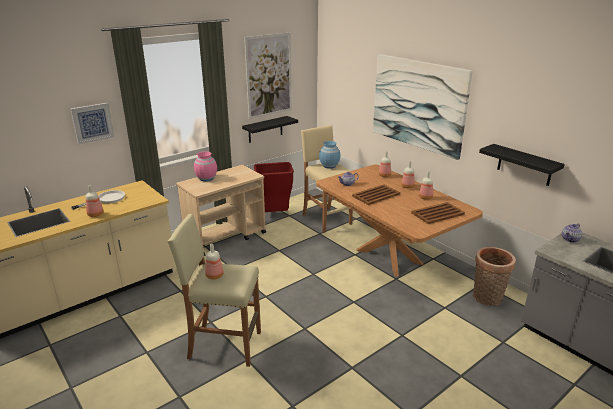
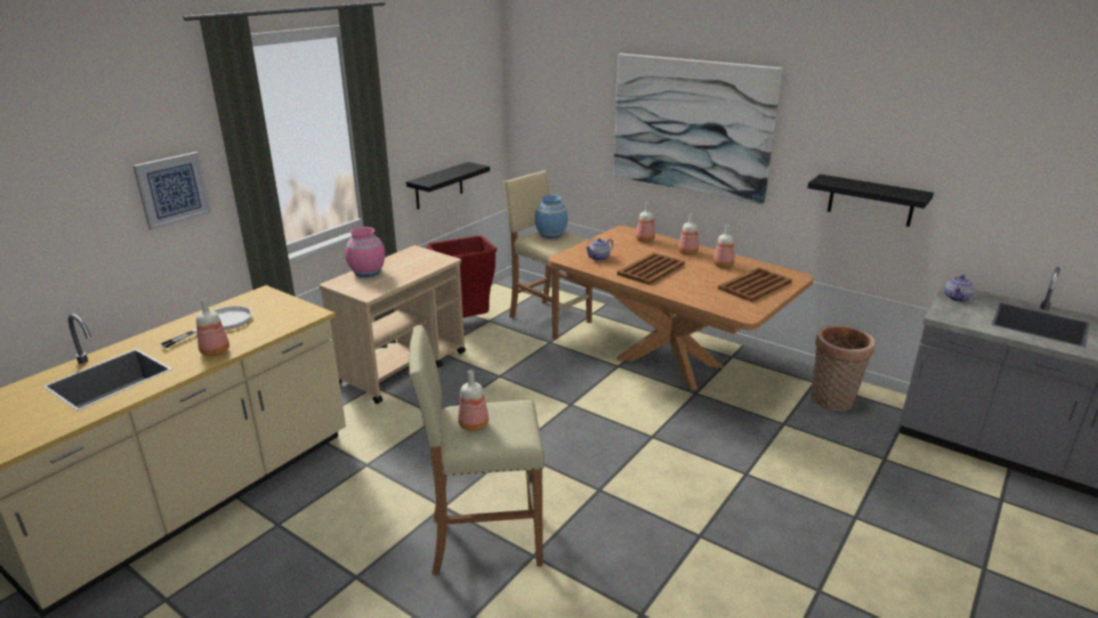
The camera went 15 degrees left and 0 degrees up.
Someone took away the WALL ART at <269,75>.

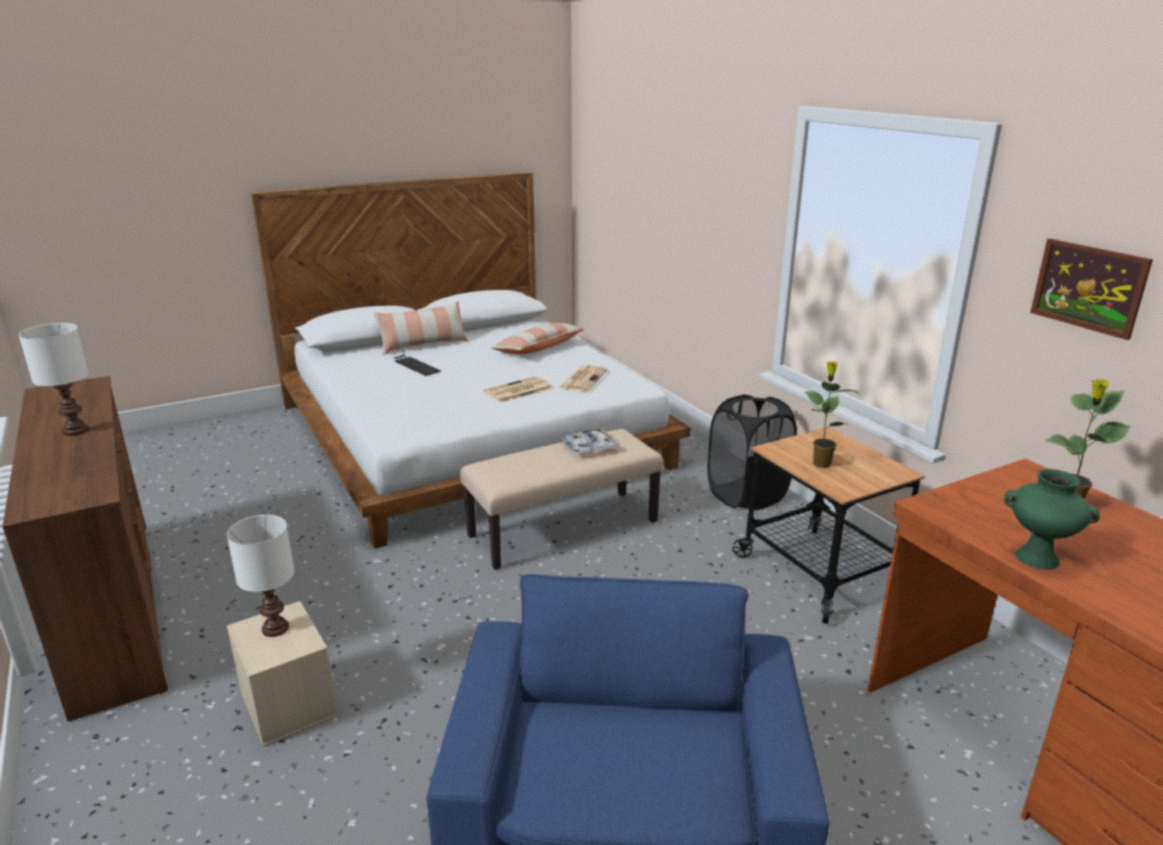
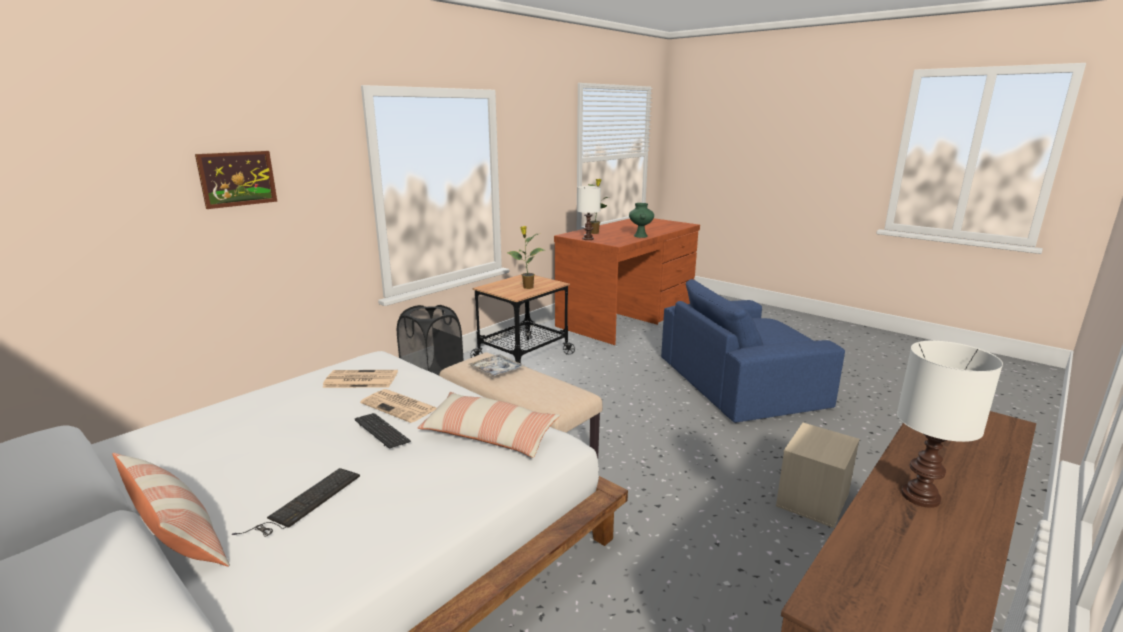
The camera went 110 degrees left and 5 degrees down.
Someone carried the WALL ART from <1088,287> to <237,179>.
Someone put down the PC KEYBOARD at <382,432>.
Someone carried the CUSHION from <538,348> to <489,435>.
Someone carried the WHITE LAMP FOR A TABLE from <274,628> to <588,239>.

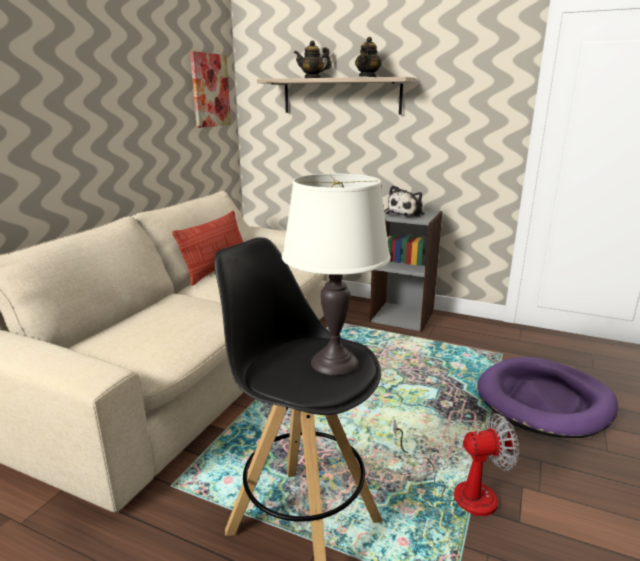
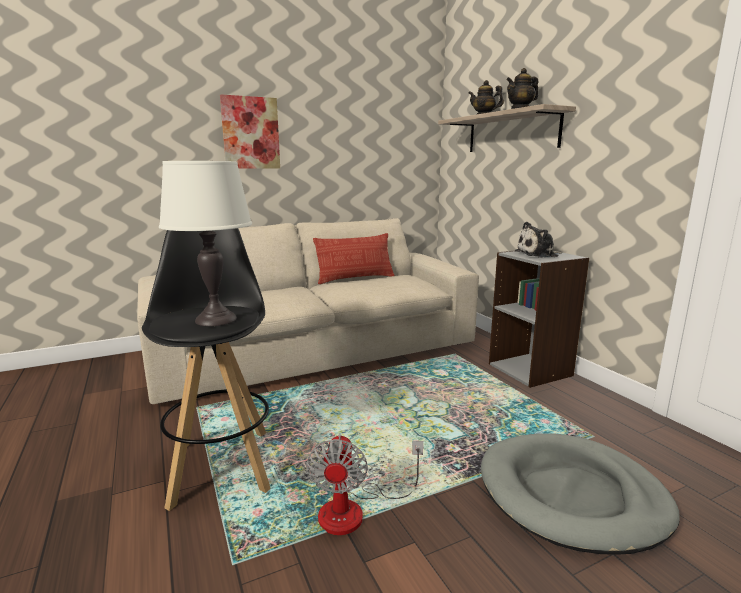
The camera went 40 degrees right and 5 degrees down.
Someone carried the WALL ART from <210,90> to <250,133>.
Someone rotated the FAN at <460,490> by 60 degrees clockwise.
Someone repainted the PURPLE DOG CUSHION at <544,401>, which became the GREYISH DOG CUSHION at <571,495>.

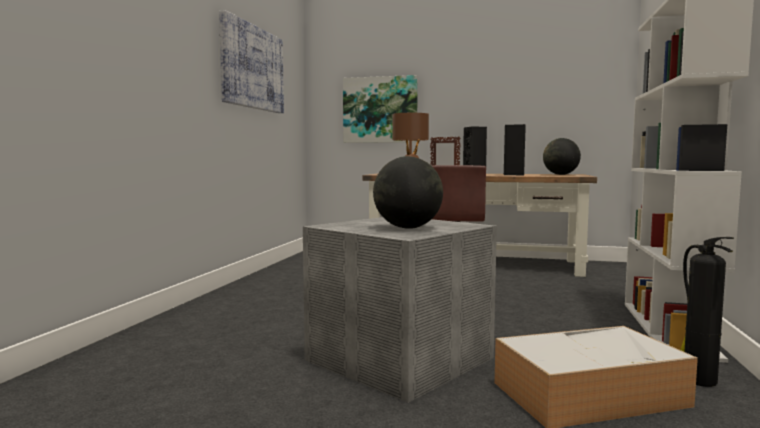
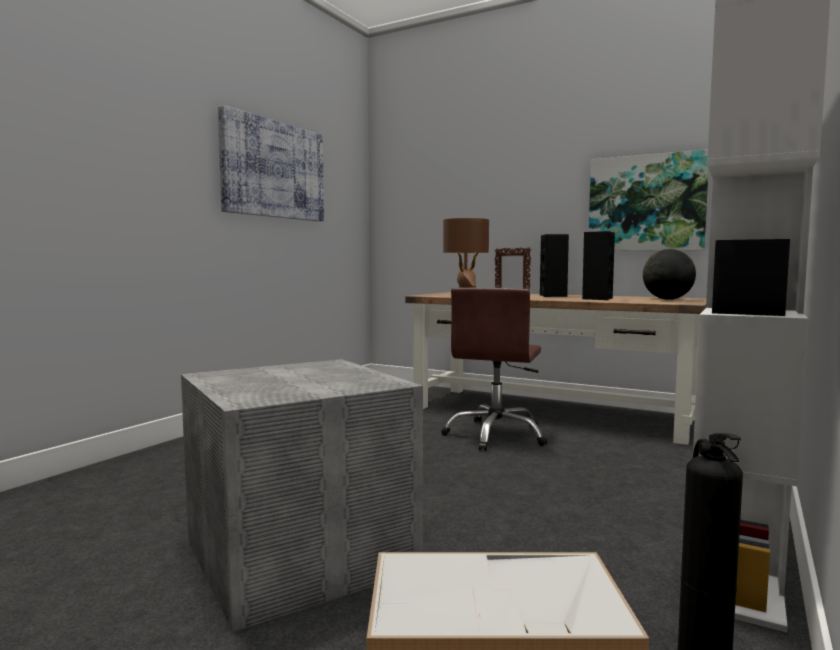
The camera went 15 degrees right and 0 degrees up.
Someone carried the WALL ART from <380,110> to <646,203>.
Someone took away the WORLD GLOBE at <408,228>.

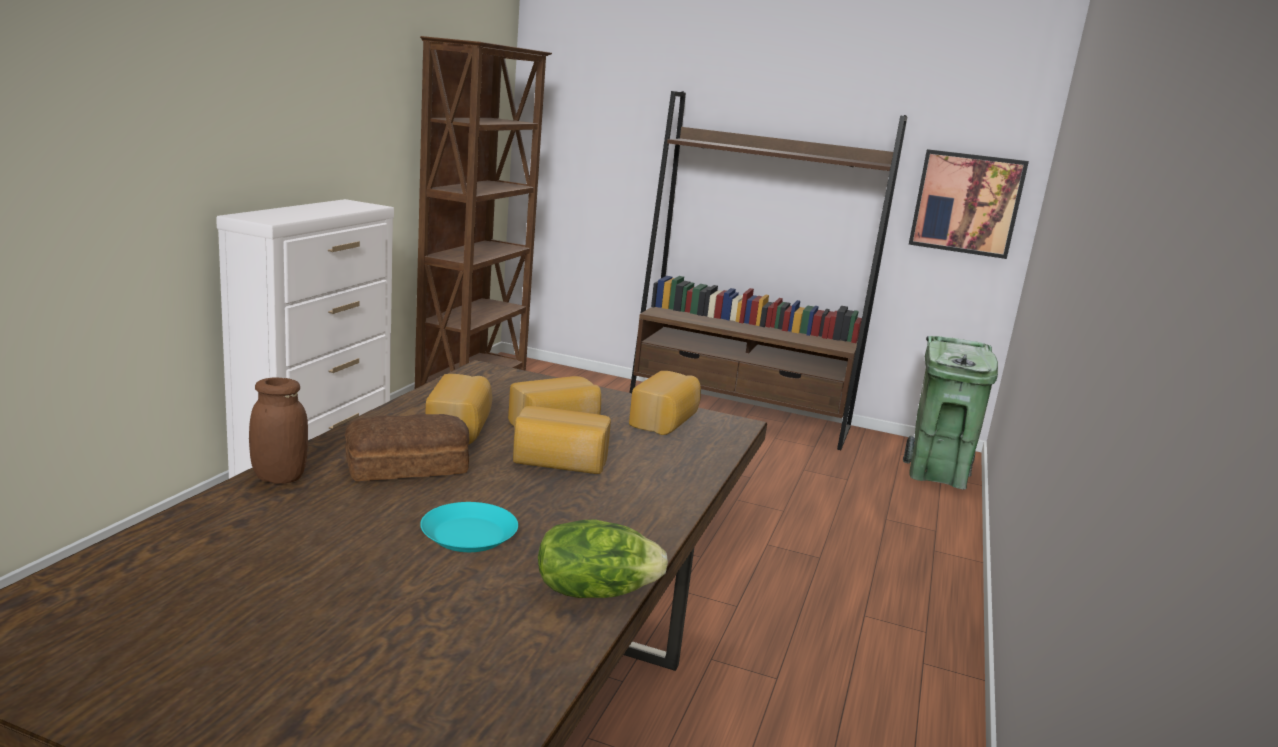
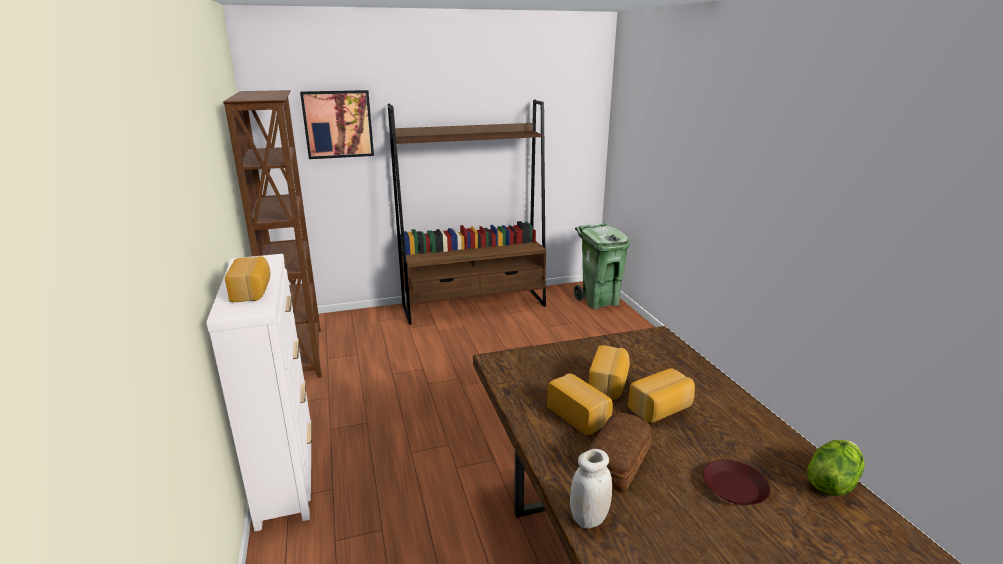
The camera went 35 degrees left and 5 degrees up.
Someone carried the BAKED BREAD from <665,421> to <252,291>.
Someone carried the WALL ART from <966,203> to <338,124>.
Someone repainted the BROWN-COLOURED PRESERVE JAR at <279,477>, which became the WHITE PRESERVE JAR at <589,518>.
Someone repainted the BLUE-GREEN FLAT DISH at <468,535>, which became the BROWN-COLOURED FLAT DISH at <735,488>.

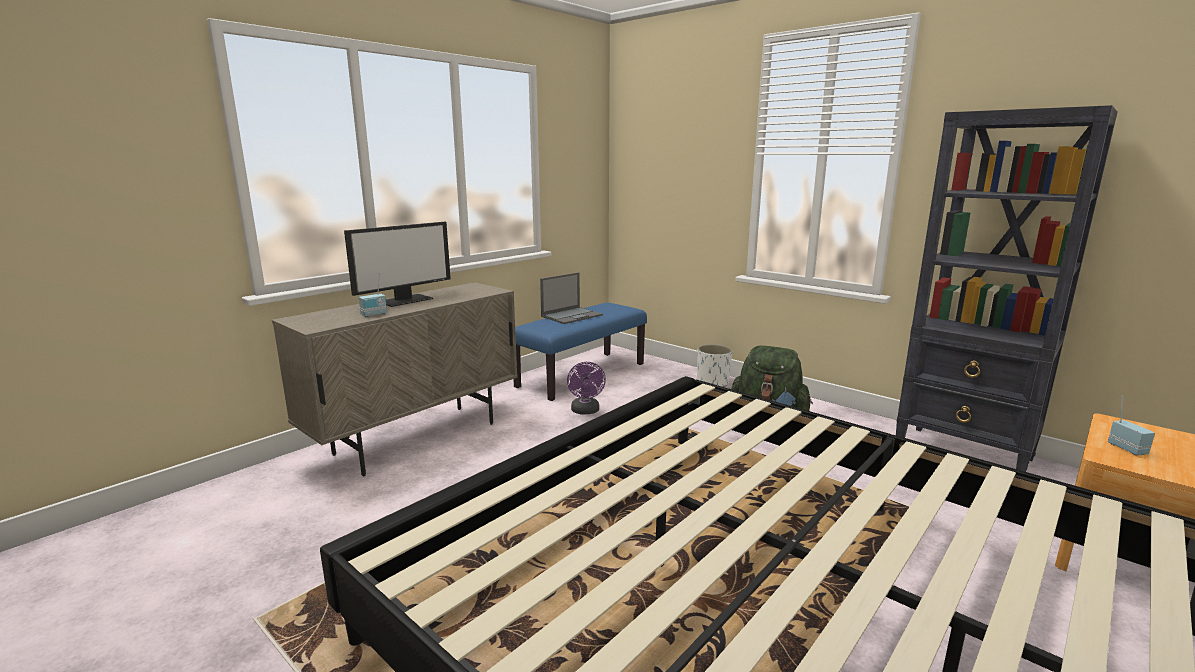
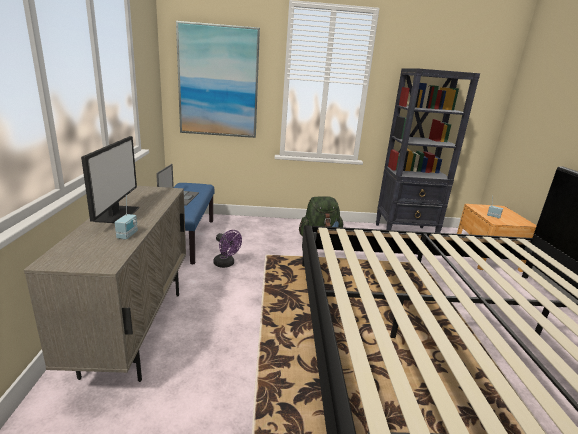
The camera went 45 degrees left and 5 degrees up.
Someone put up the WALL ART at <218,82>.
Someone took away the WHITE PLANTER at <713,382>.

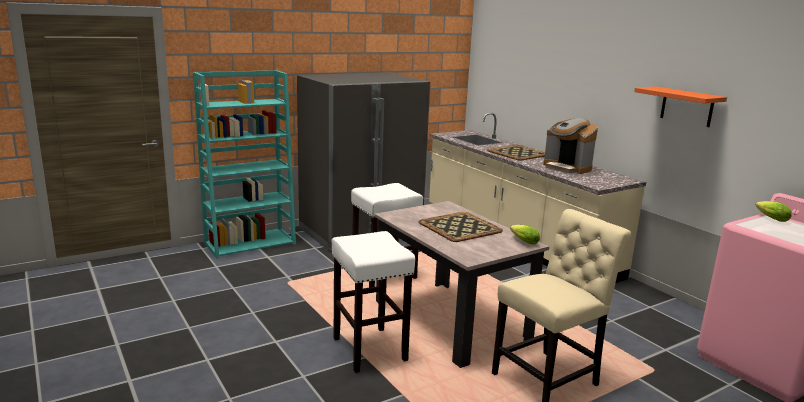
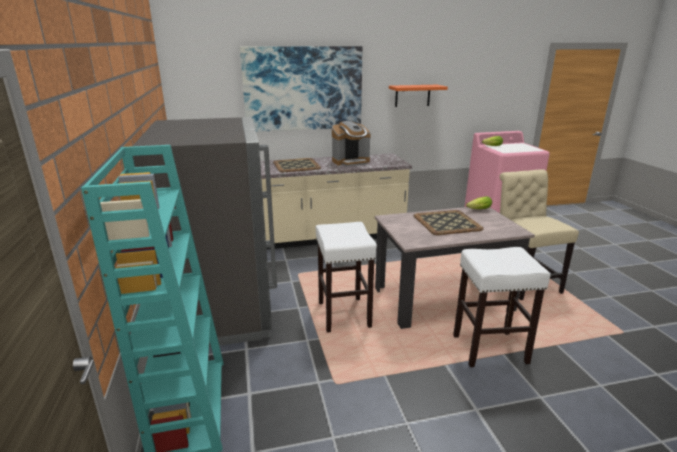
The camera went 70 degrees left and 5 degrees up.
Someone put up the WALL ART at <303,89>.

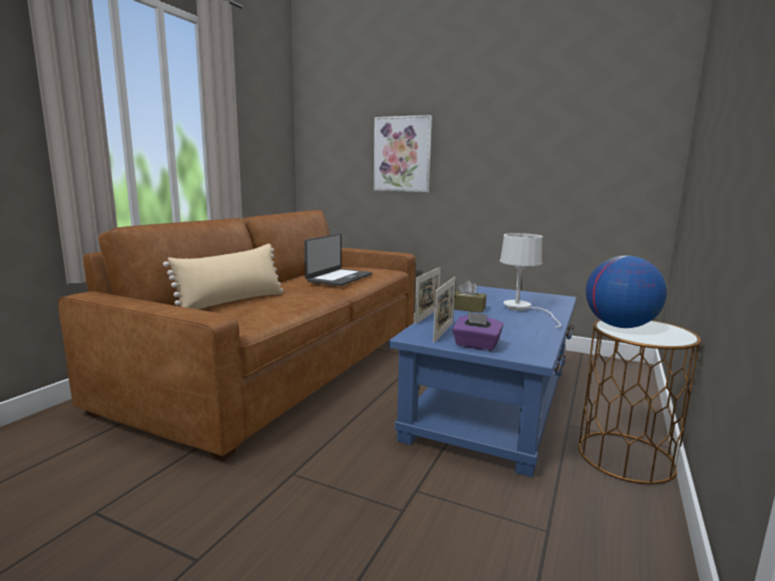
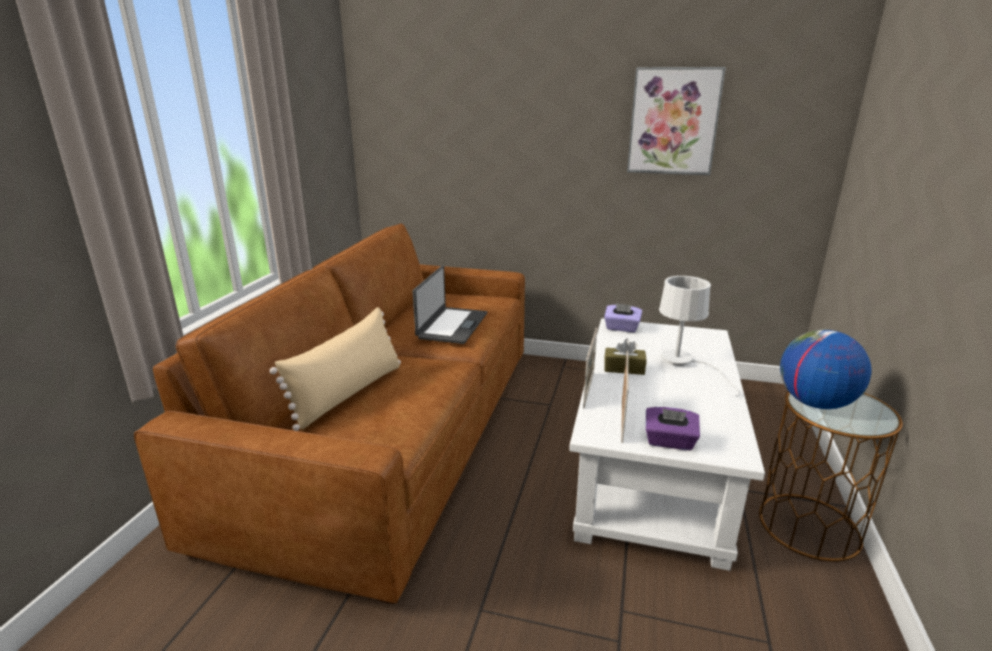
The camera went 10 degrees left and 10 degrees up.
Someone repainted the BLUISH COFFEE TABLE at <492,401>, which became the WHITE COFFEE TABLE at <652,464>.
Someone put down the PURPLE BOX OF TISSUES at <621,328>.
Someone carried the WALL ART from <402,154> to <673,121>.

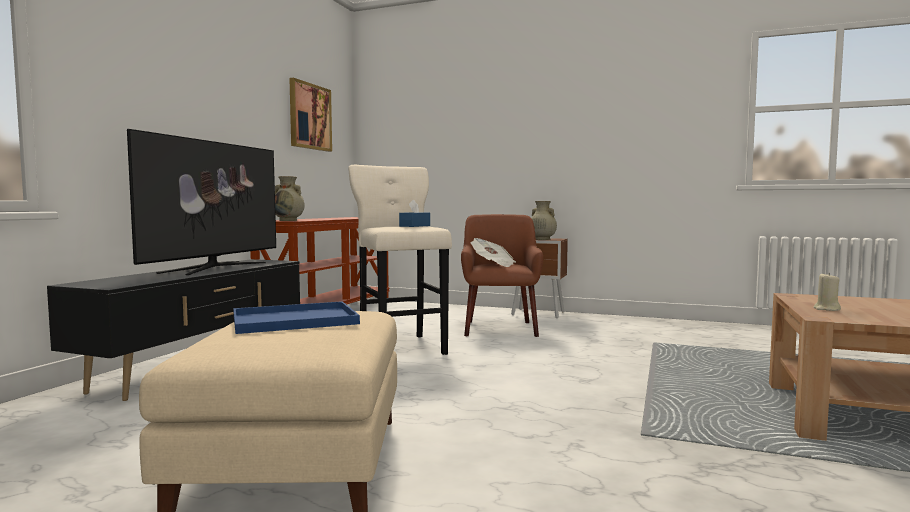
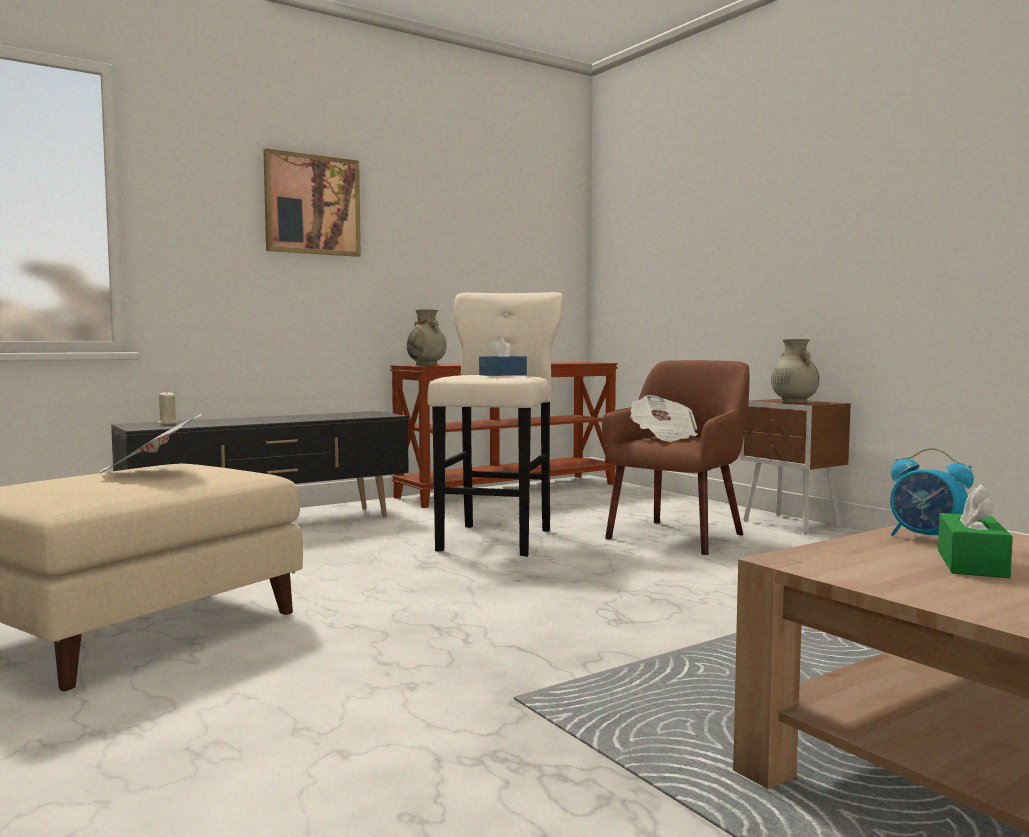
The camera went 35 degrees right and 0 degrees up.
Someone swapped the BLUISH CARRYING TRAY at <292,320> for the DAILY PAPER at <148,472>.
Someone carried the BEIGE CANDLE from <826,309> to <167,423>.
Someone carried the WALL ART from <310,116> to <312,205>.
Someone put down the BEDSIDE CLOCK at <926,538>.
Someone put down the GREEN BOX OF TISSUES at <971,563>.
Someone took away the TV at <214,268>.

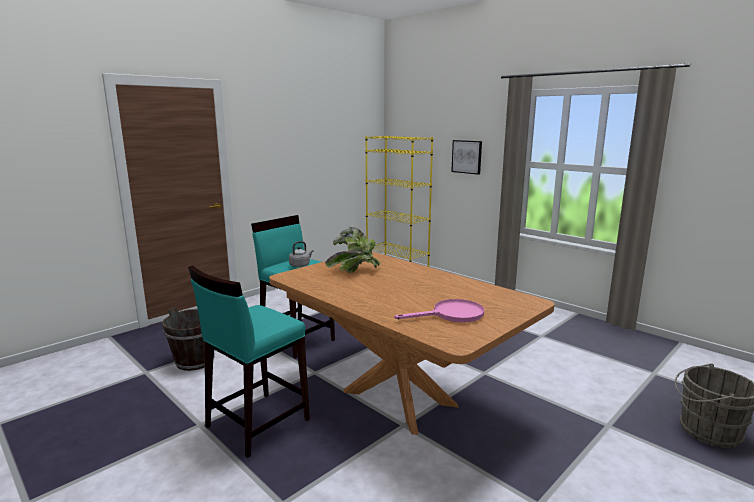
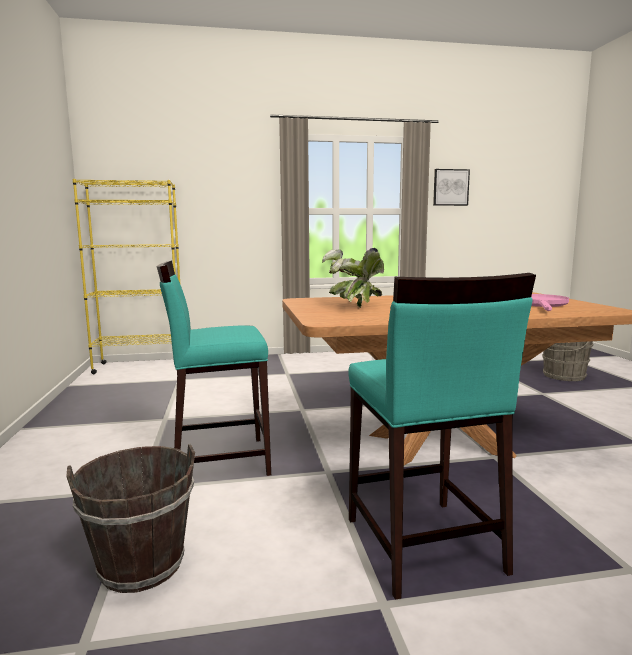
The camera went 55 degrees left and 5 degrees down.
Someone carried the WALL ART from <467,156> to <450,187>.
Someone took away the GREYISH WATER KETTLE at <300,265>.

